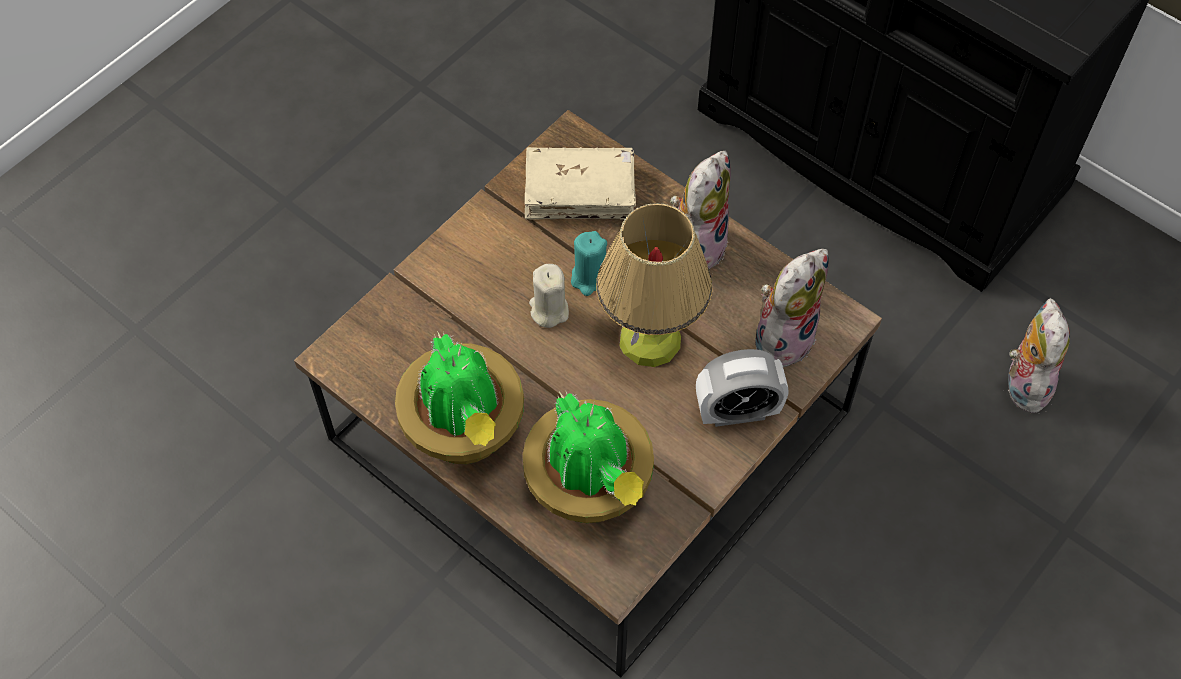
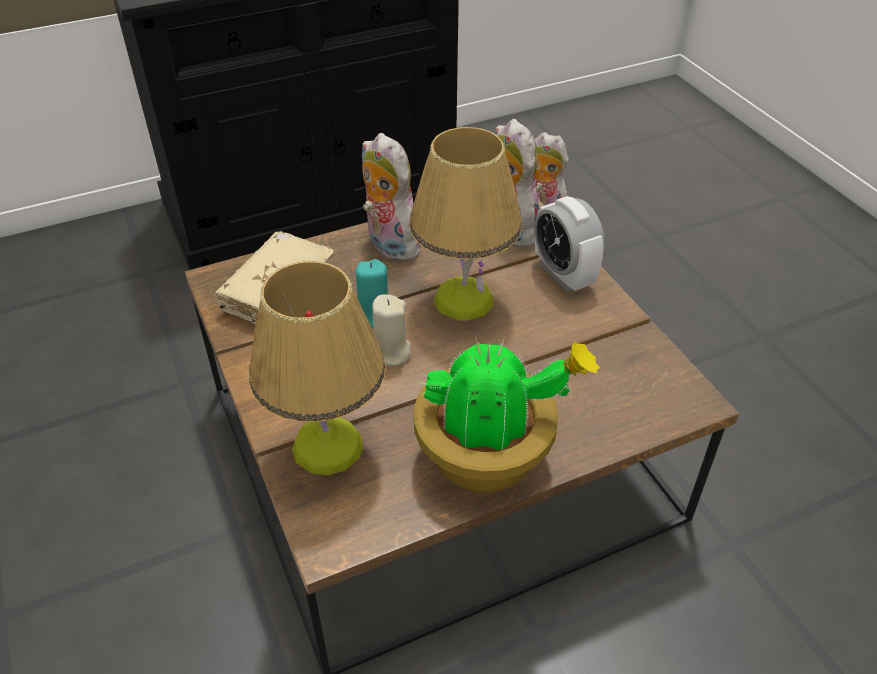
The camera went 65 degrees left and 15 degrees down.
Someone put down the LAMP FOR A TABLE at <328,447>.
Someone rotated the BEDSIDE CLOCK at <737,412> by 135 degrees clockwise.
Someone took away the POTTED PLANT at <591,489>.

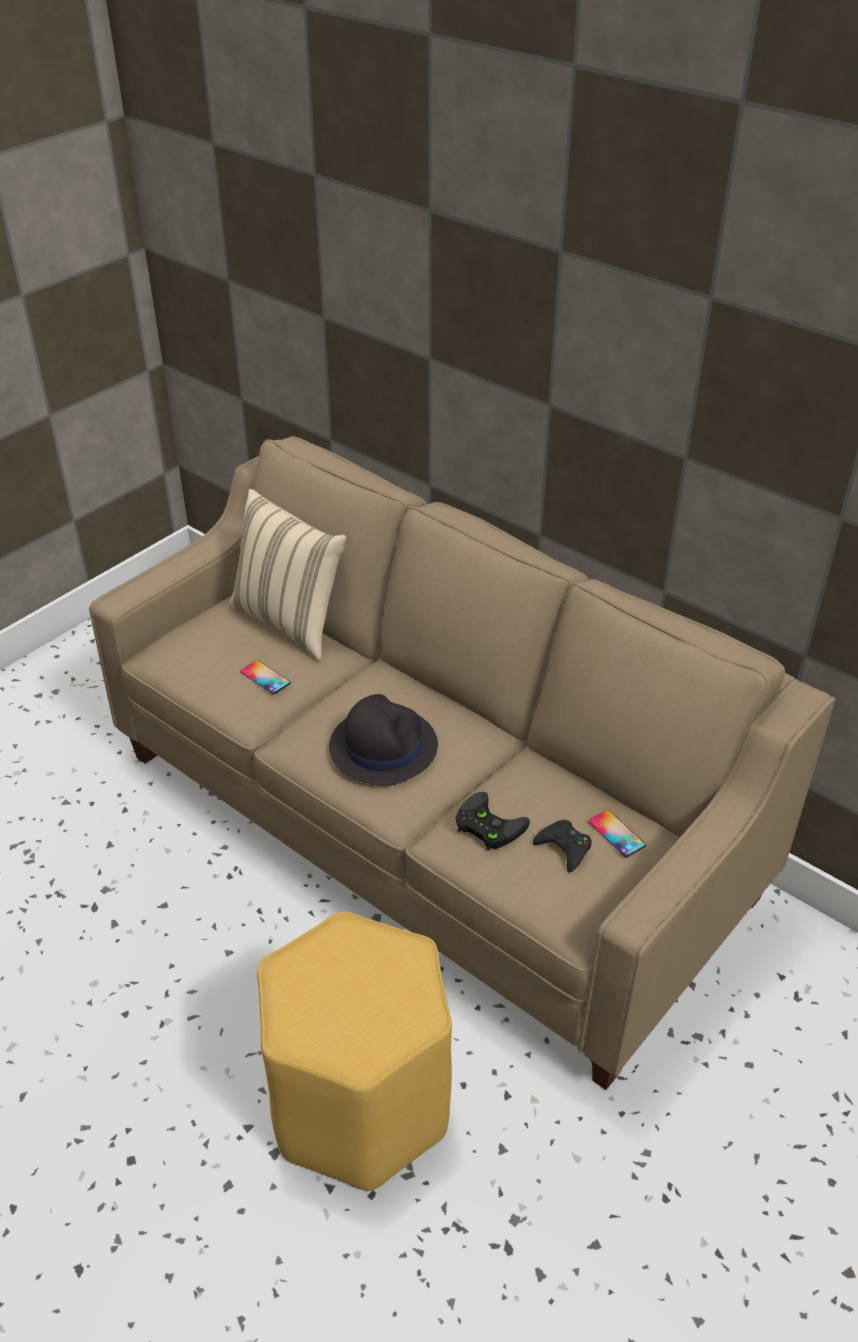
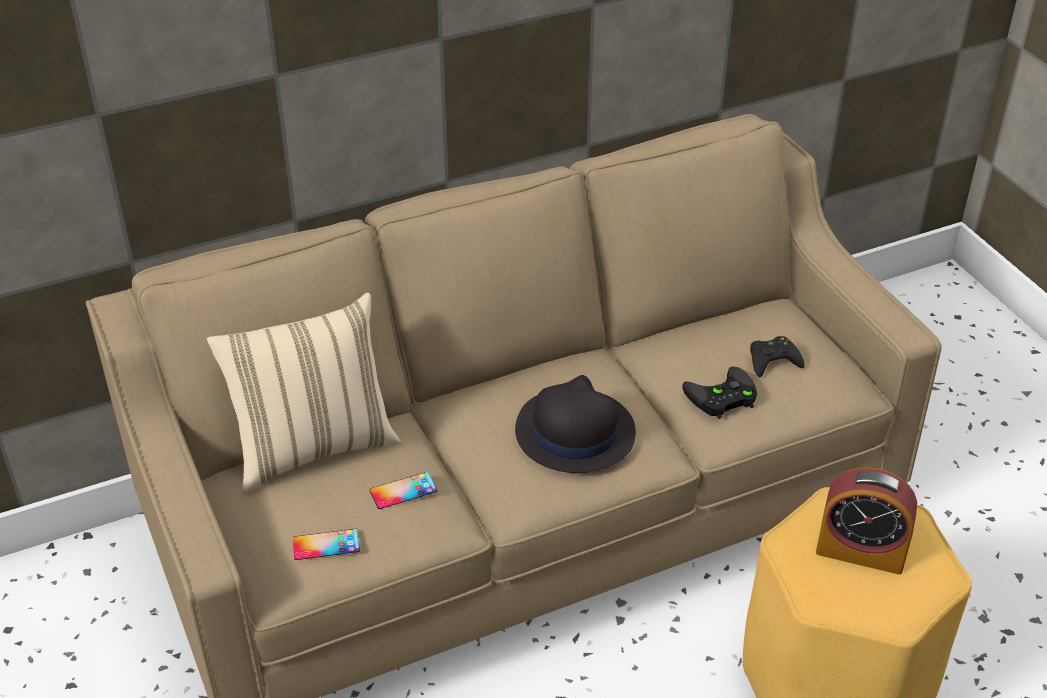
The camera went 65 degrees left and 0 degrees up.
Someone carried the TELEPHONE from <616,833> to <326,545>.
Someone put down the BEDSIDE CLOCK at <860,551>.

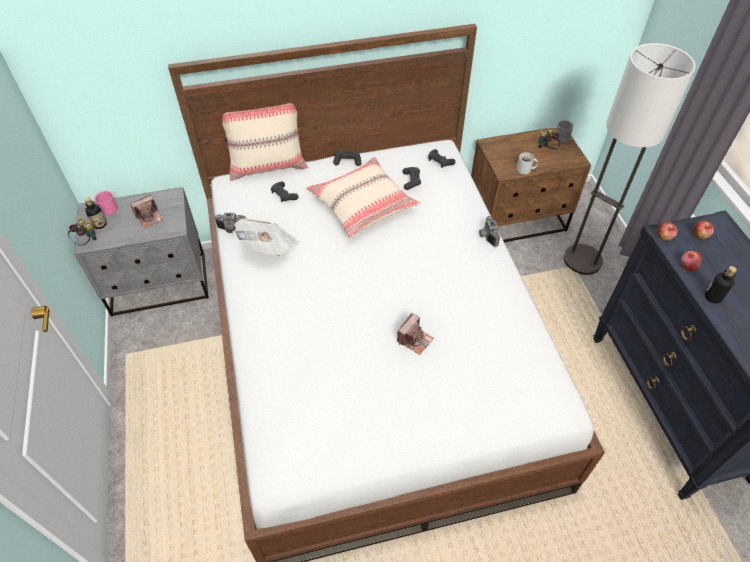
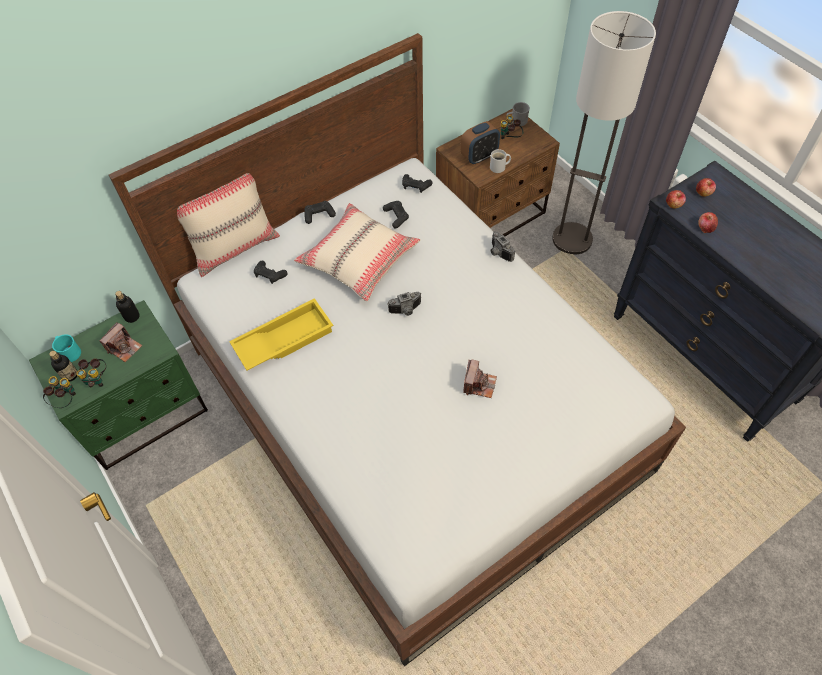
The camera went 20 degrees left and 5 degrees up.
Someone repainted the GREYISH NIGHTSTAND at <160,285>, which became the GREEN NIGHTSTAND at <145,415>.
Someone repainted the PINK MUG at <108,207>, which became the BLUE-GREEN MUG at <69,352>.
Someone put down the FIELD GLASSES at <97,379>.
Someone carried the BOTTLE from <712,297> to <132,317>.
Someone swapped the DAILY PAPER at <269,247> for the YELLOWISH CARRYING TRAY at <284,338>.
Someone carried the PHOTO CAMERA from <231,229> to <406,311>.
Someone put down the BEDSIDE CLOCK at <479,157>.

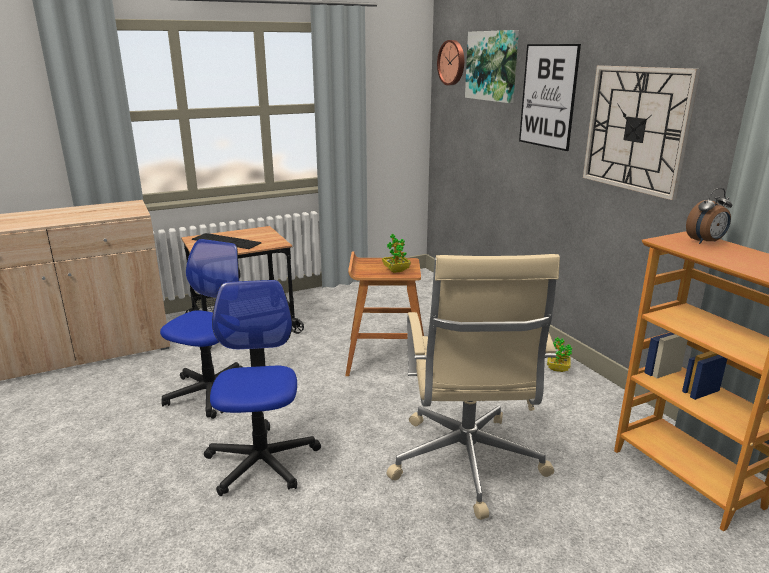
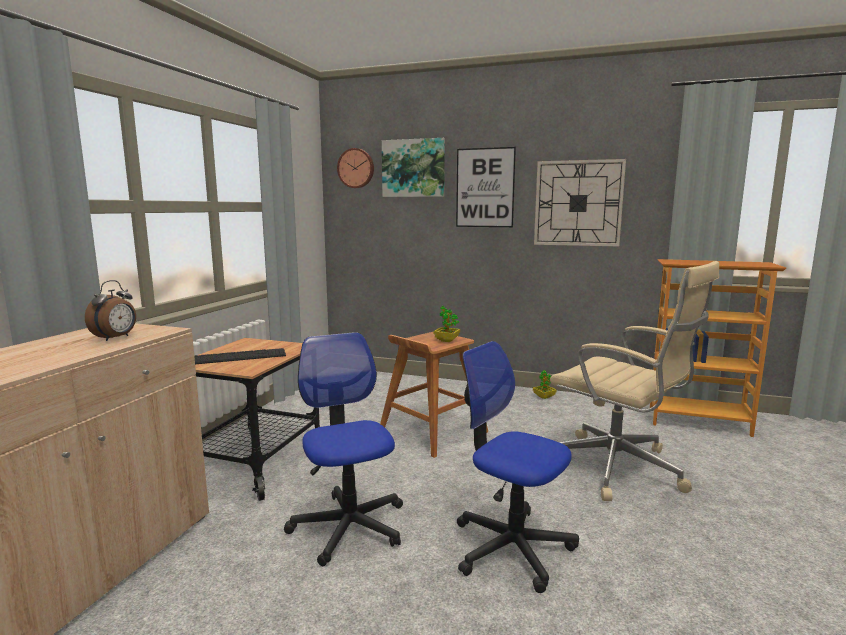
The camera went 45 degrees left and 10 degrees down.
Someone carried the BEDSIDE CLOCK from <706,242> to <116,338>.

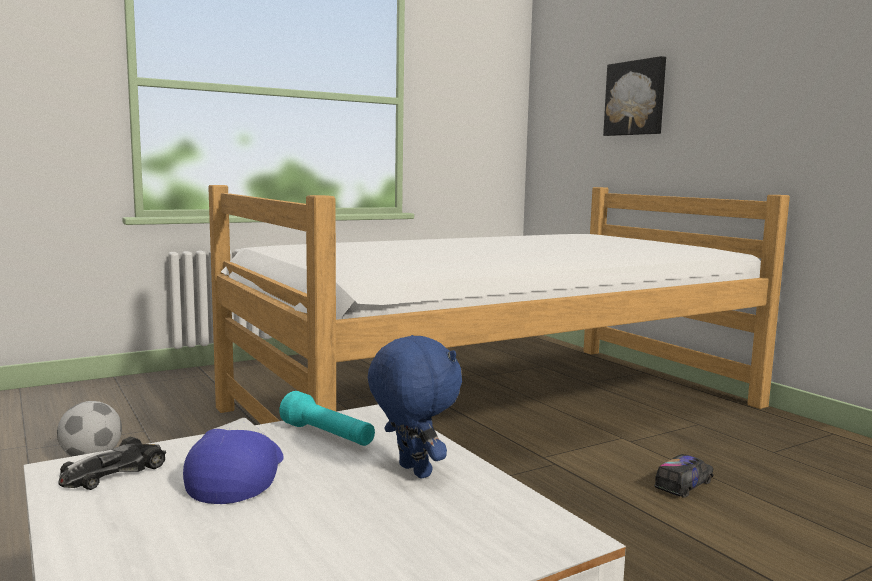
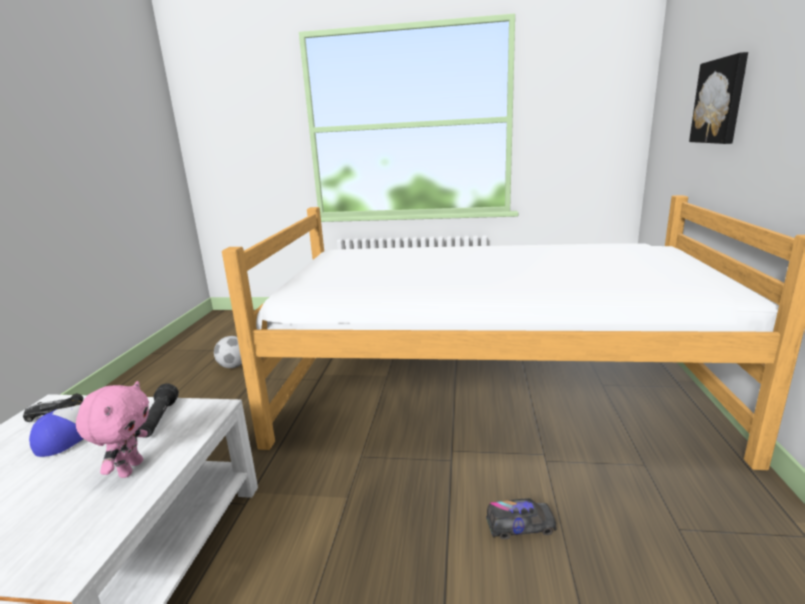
The camera went 40 degrees right and 10 degrees up.
Someone repainted the BLUISH PLUSH TOY at <412,471>, which became the PINK PLUSH TOY at <130,469>.
Someone repainted the BLUE-GREEN FLASHLIGHT at <328,436>, which became the BLACKISH FLASHLIGHT at <159,420>.

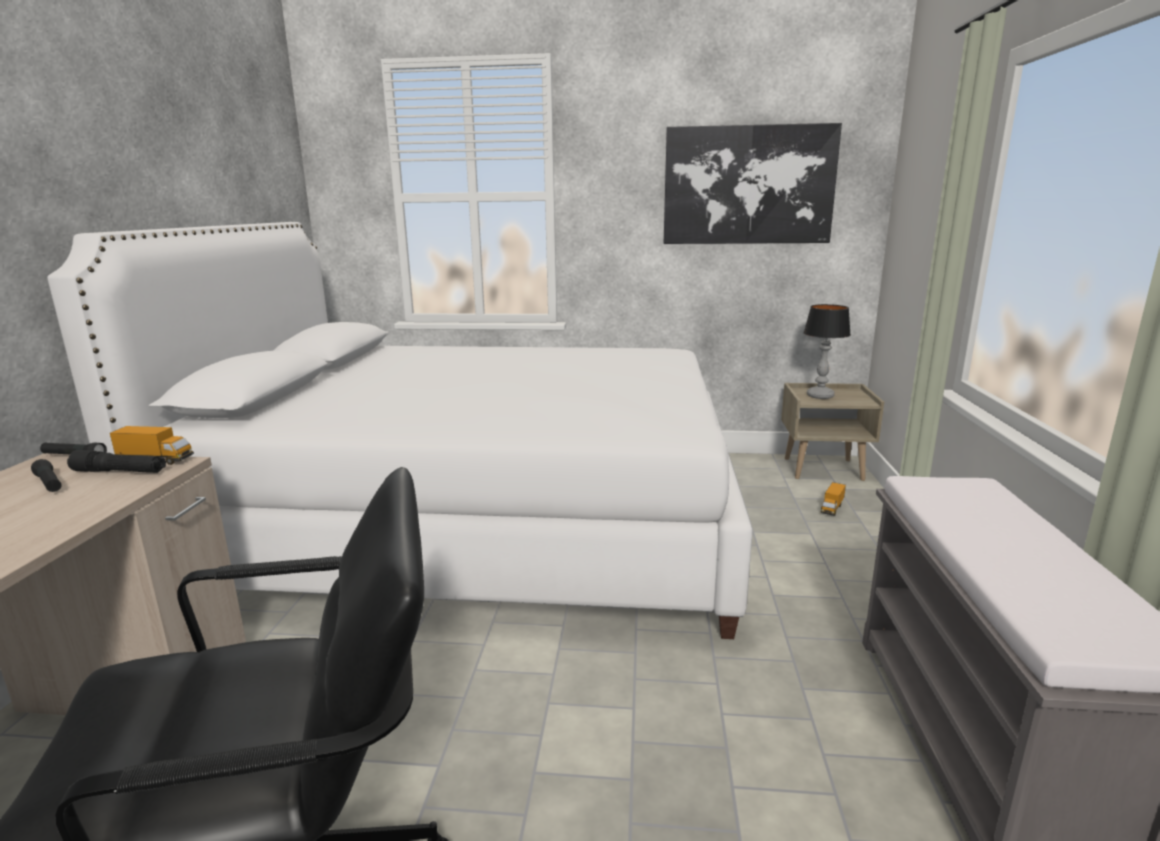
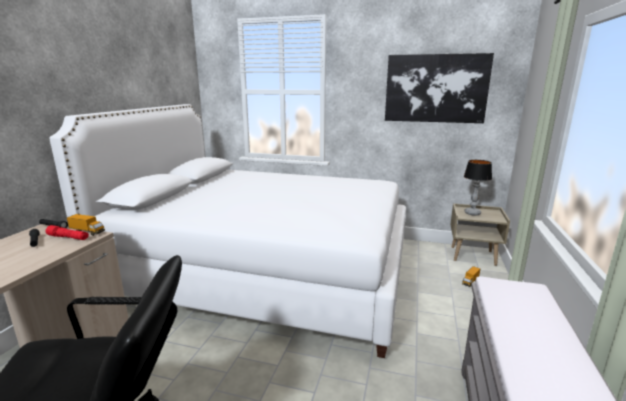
The camera went 10 degrees right and 0 degrees up.
Someone repainted the BLACKISH FLASHLIGHT at <120,472>, which became the RED-COLOURED FLASHLIGHT at <68,238>.

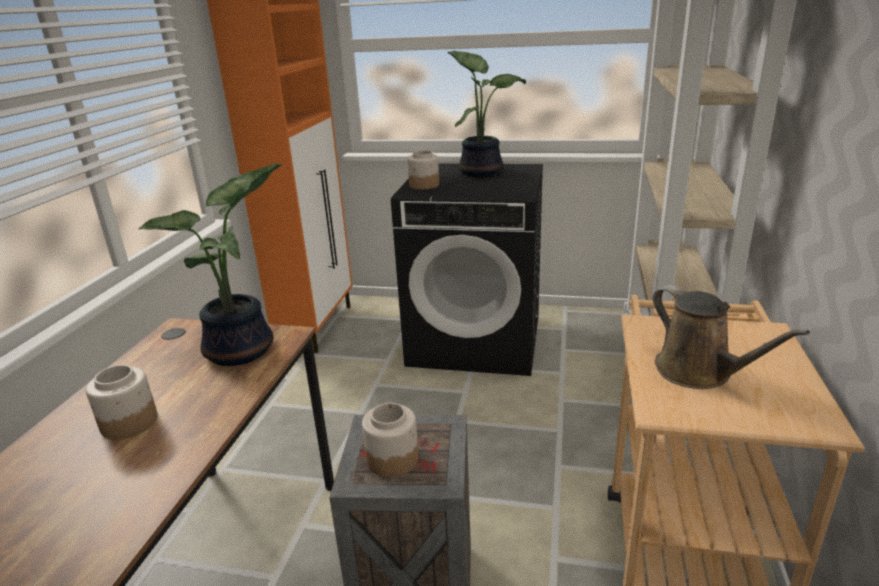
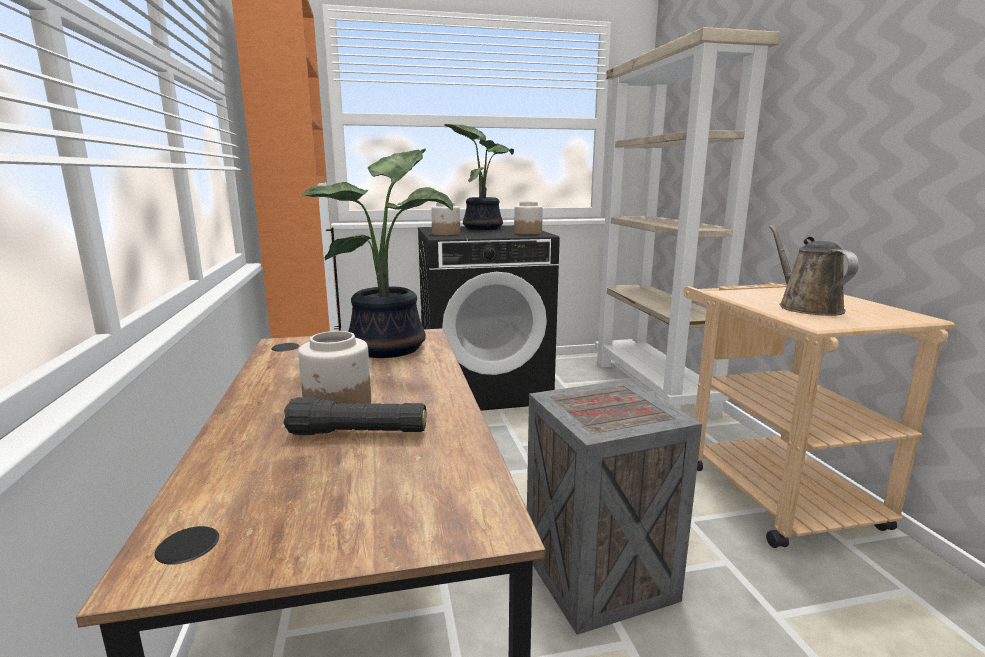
The camera went 25 degrees left and 10 degrees down.
Someone put down the BLACKISH FLASHLIGHT at <358,433>.
Someone carried the PRESERVE JAR from <392,458> to <527,233>.
Someone rotated the BROWN-COLOURED WATERING POT at <698,372> by 135 degrees counterclockwise.

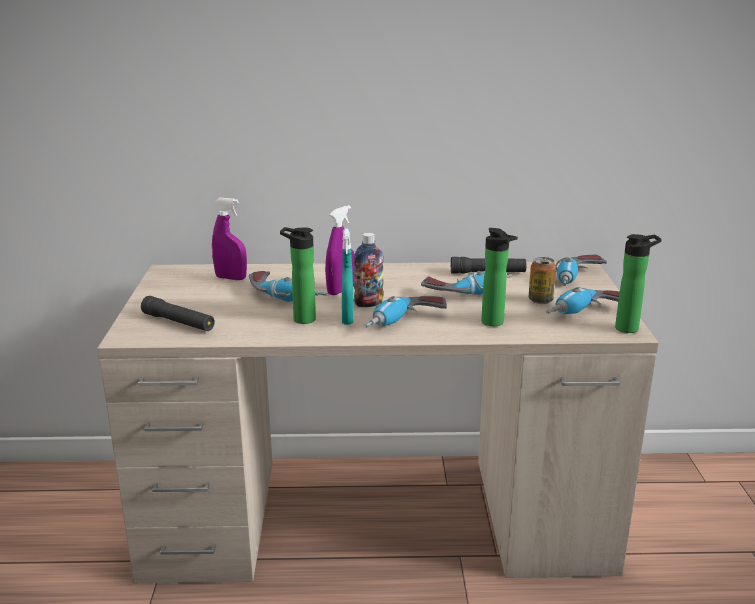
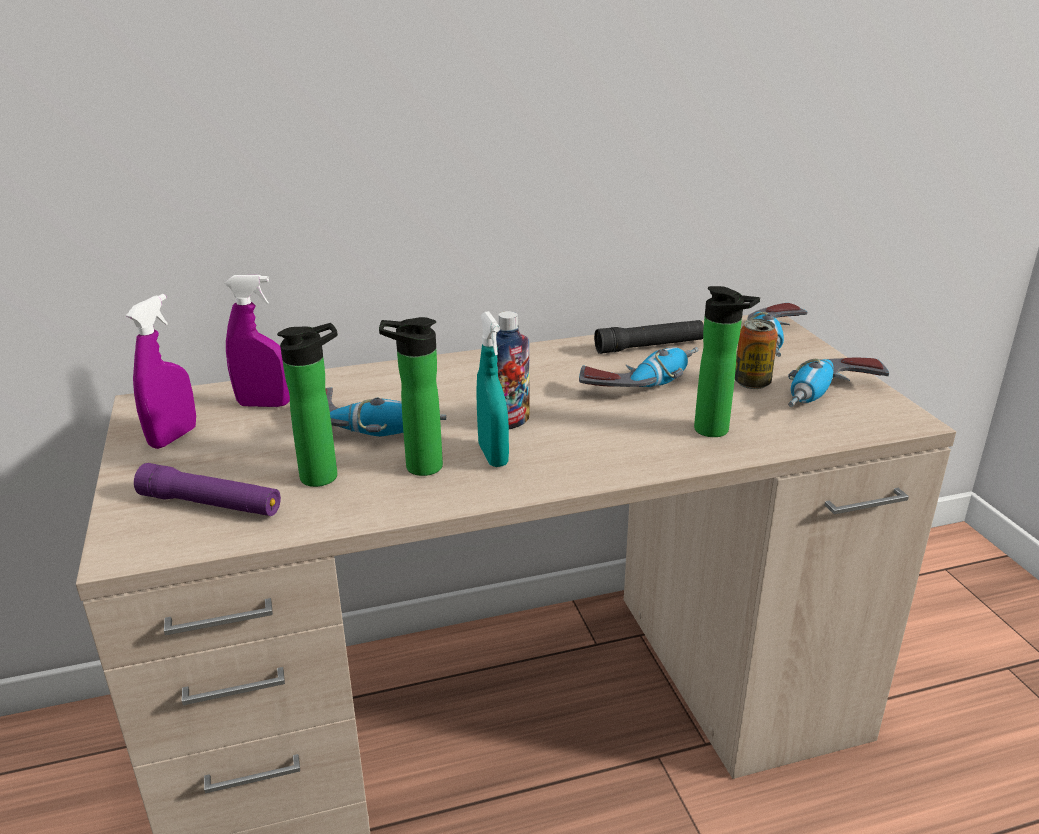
The camera went 15 degrees left and 5 degrees up.
Someone carried the PURPLE HAND SPRAYER from <341,291> to <173,437>.
Someone repainted the BLACKISH FLASHLIGHT at <178,322>, which became the PURPLE FLASHLIGHT at <211,504>.
Someone carried the BOTTLE from <630,328> to <325,476>.
Someone took away the ELECTRIC DRILL at <404,323>.

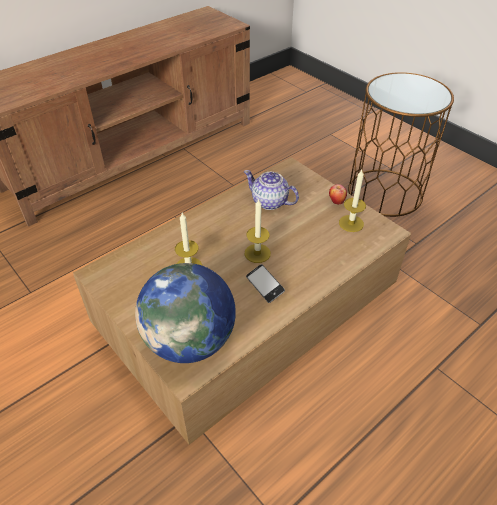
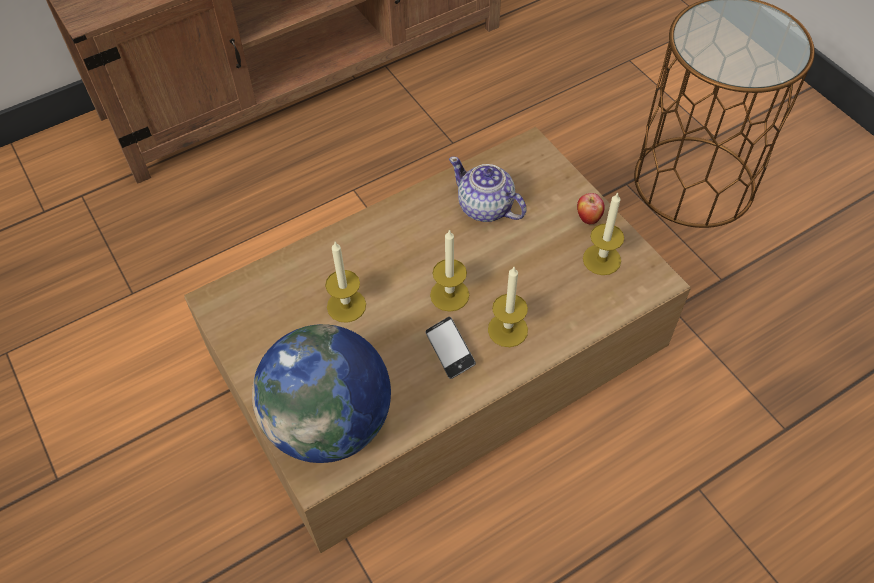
The camera went 10 degrees right and 10 degrees up.
Someone put down the CANDLE at <507,330>.

